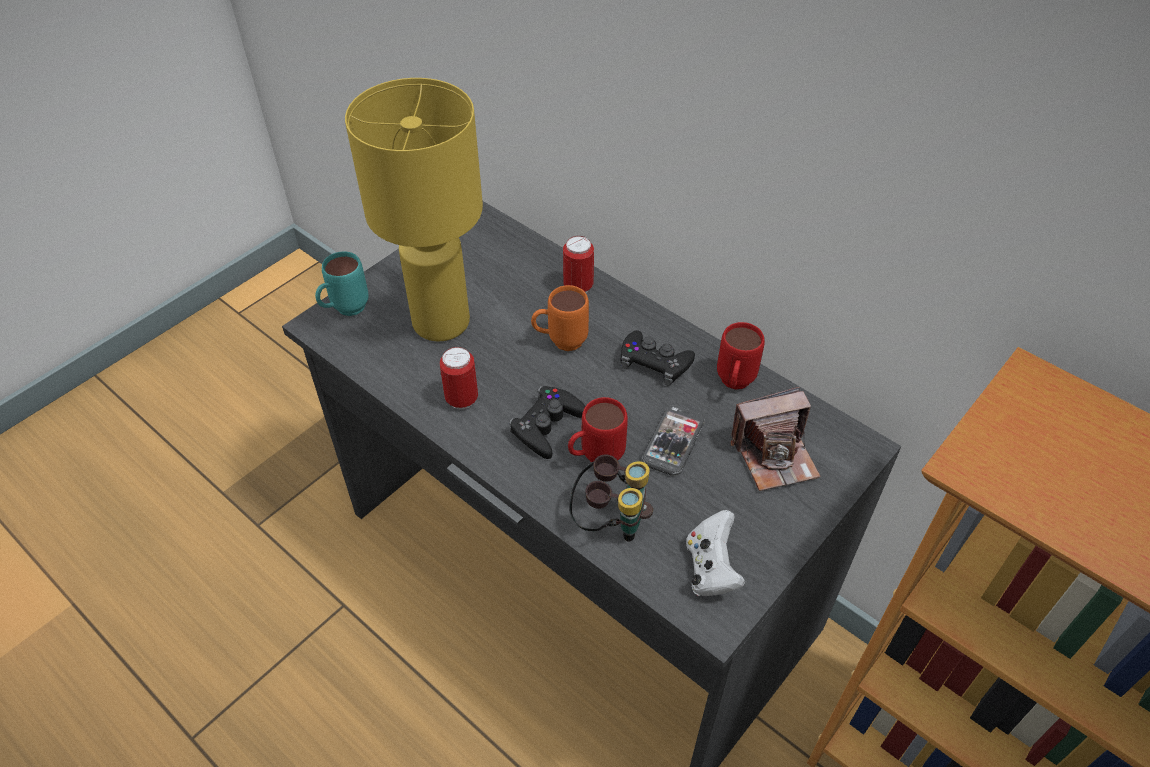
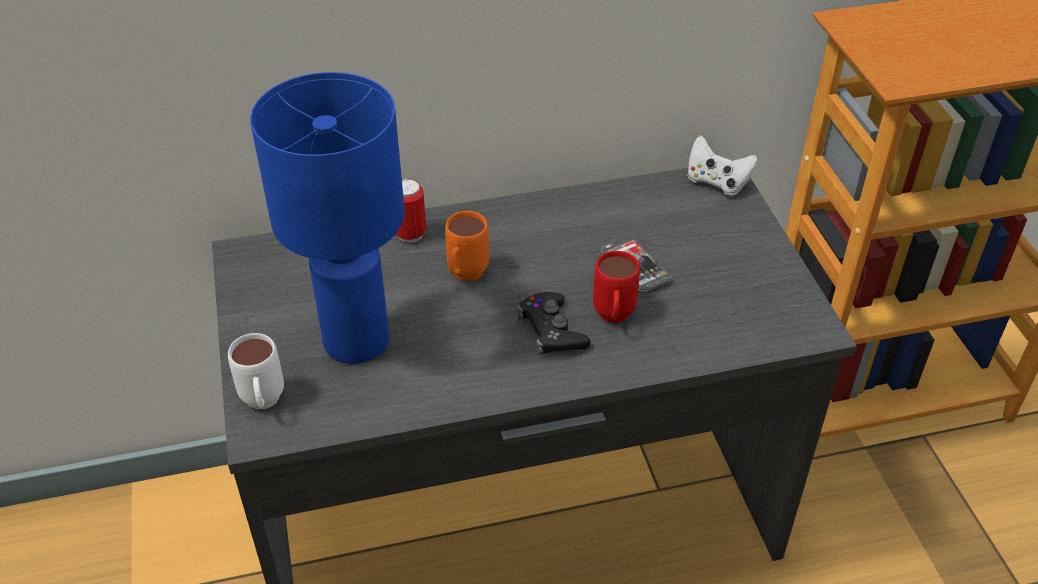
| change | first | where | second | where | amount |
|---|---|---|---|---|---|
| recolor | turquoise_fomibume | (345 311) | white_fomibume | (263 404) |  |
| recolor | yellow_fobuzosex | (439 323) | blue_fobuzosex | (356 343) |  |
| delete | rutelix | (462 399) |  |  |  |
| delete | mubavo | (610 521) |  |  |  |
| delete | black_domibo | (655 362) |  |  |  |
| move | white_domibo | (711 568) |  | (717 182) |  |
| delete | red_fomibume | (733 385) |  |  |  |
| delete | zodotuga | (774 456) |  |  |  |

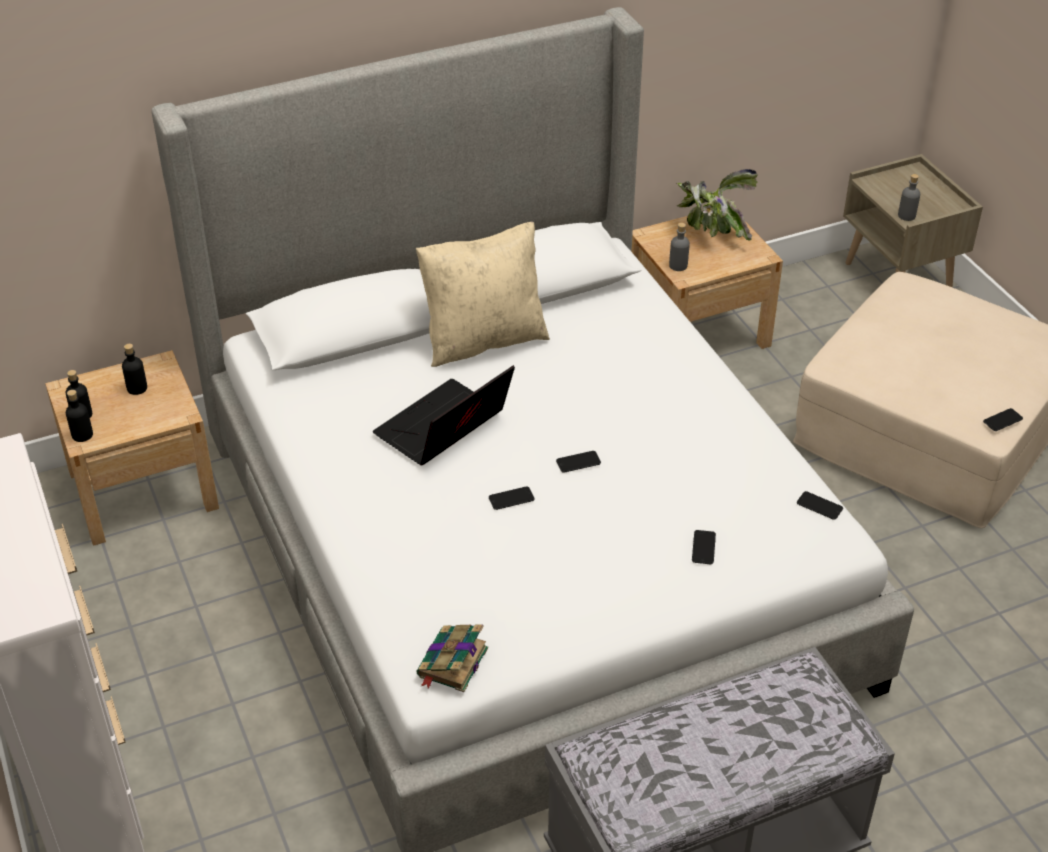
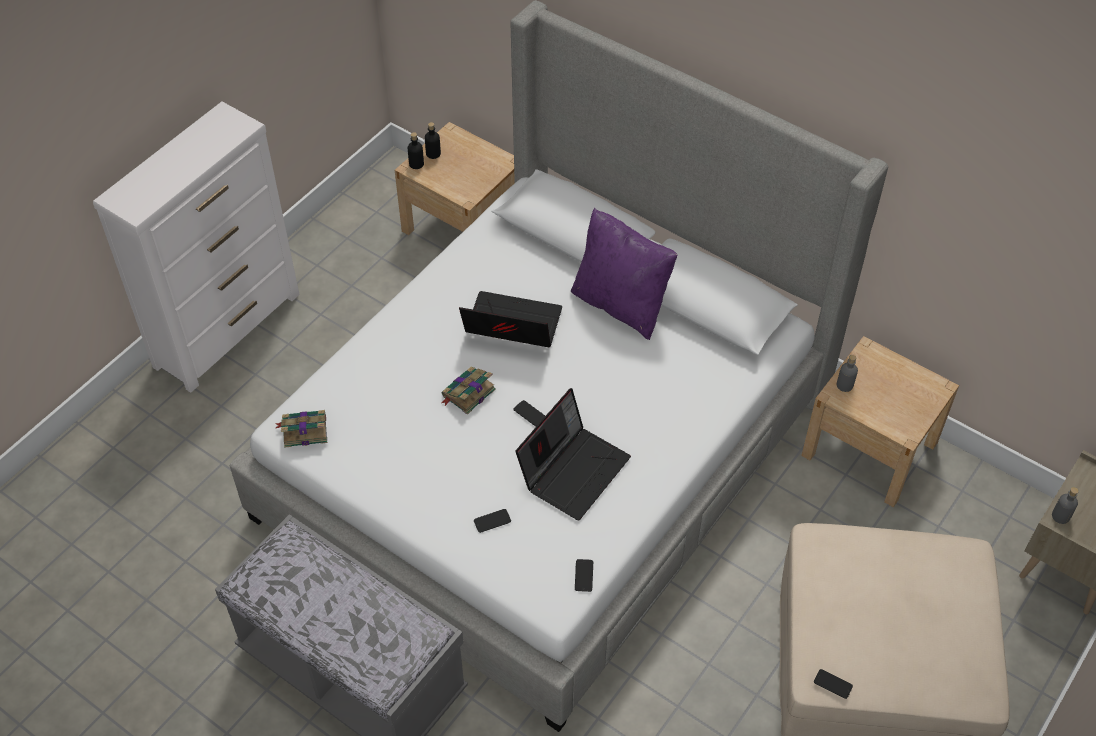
| change | first | where | second | where | amount |
|---|---|---|---|---|---|
| delete | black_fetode | (137 388) |  |  |  |
| recolor | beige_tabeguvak | (483 340) | purple_tabeguvak | (621 304) |  |
| replace | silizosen | (511 499) | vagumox | (467 393) |  |
| delete | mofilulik | (710 232) |  |  |  |
| insert |  |  | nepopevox | (574 469) |  |

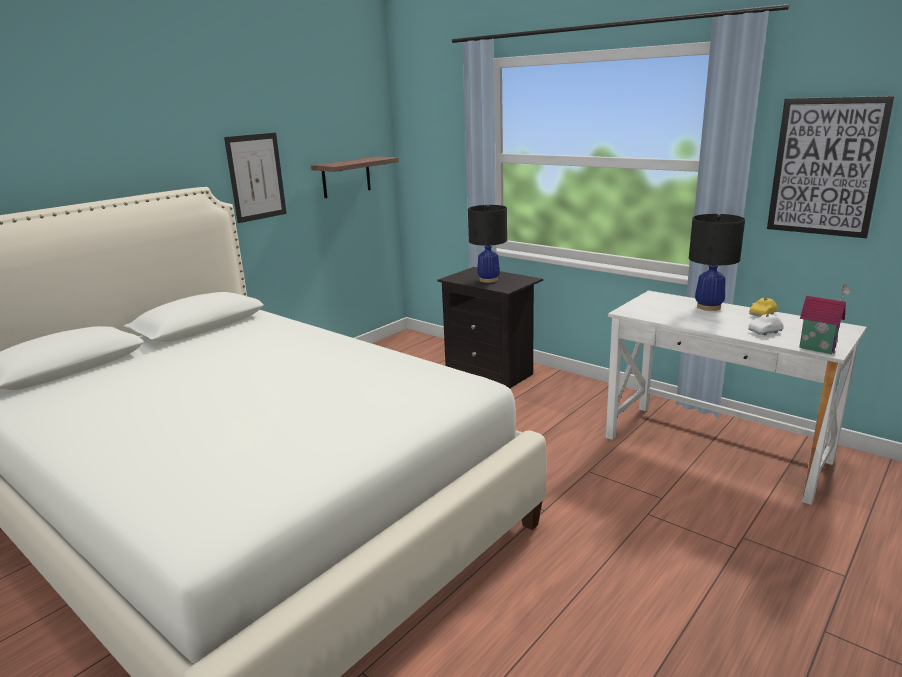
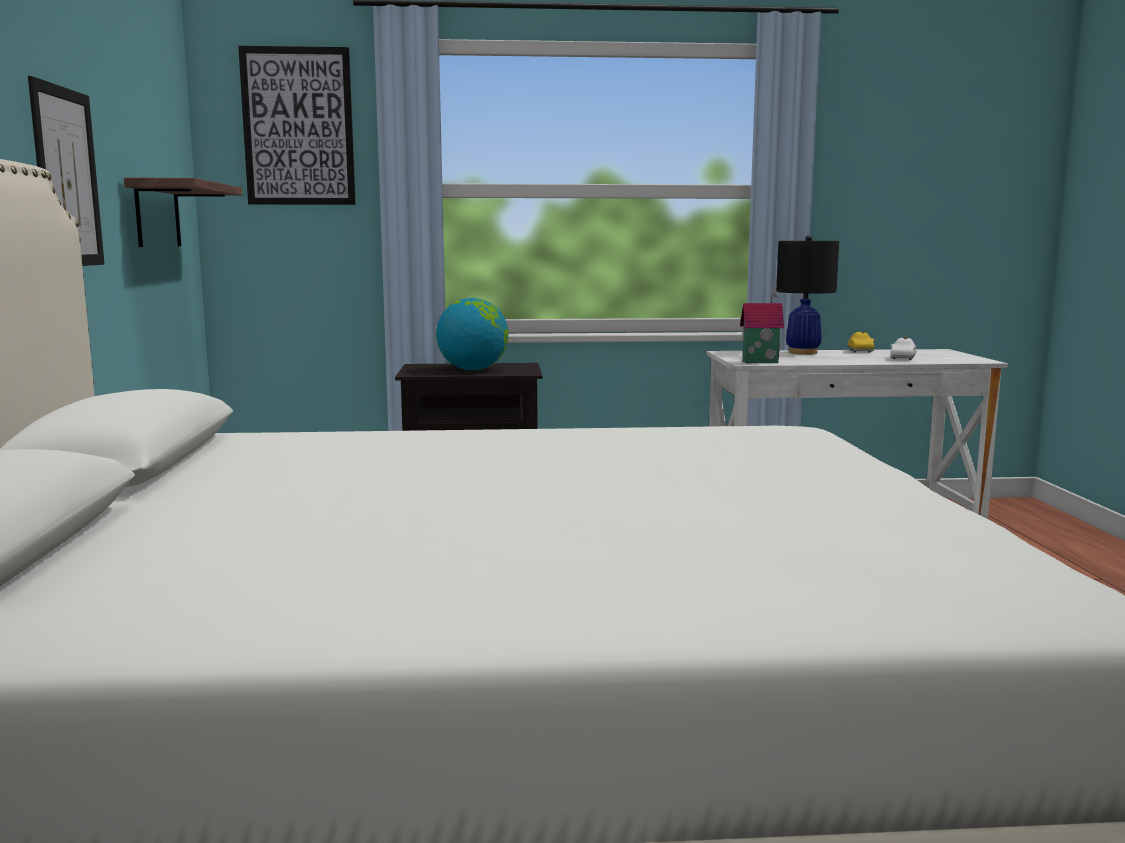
| change | first | where | second | where | amount |
|---|---|---|---|---|---|
| replace | black_fobuzosex | (488 280) | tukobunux | (473 369) |  |
| move | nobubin | (826 167) |  | (298 127) |  |
| move | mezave | (817 348) |  | (760 362) |  |

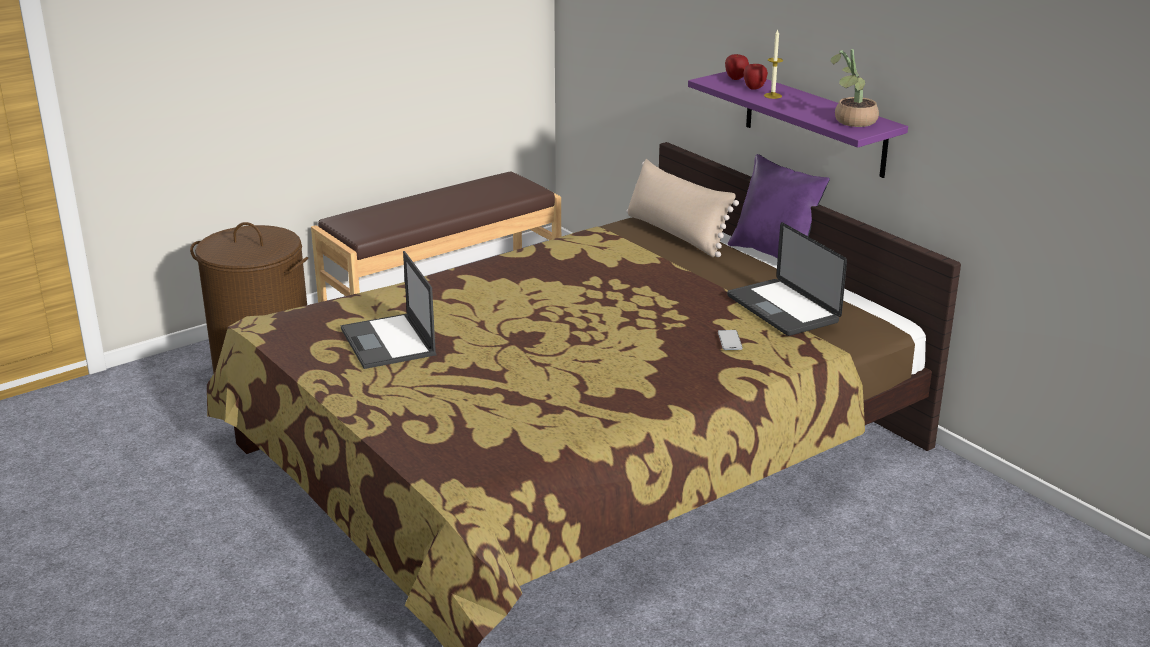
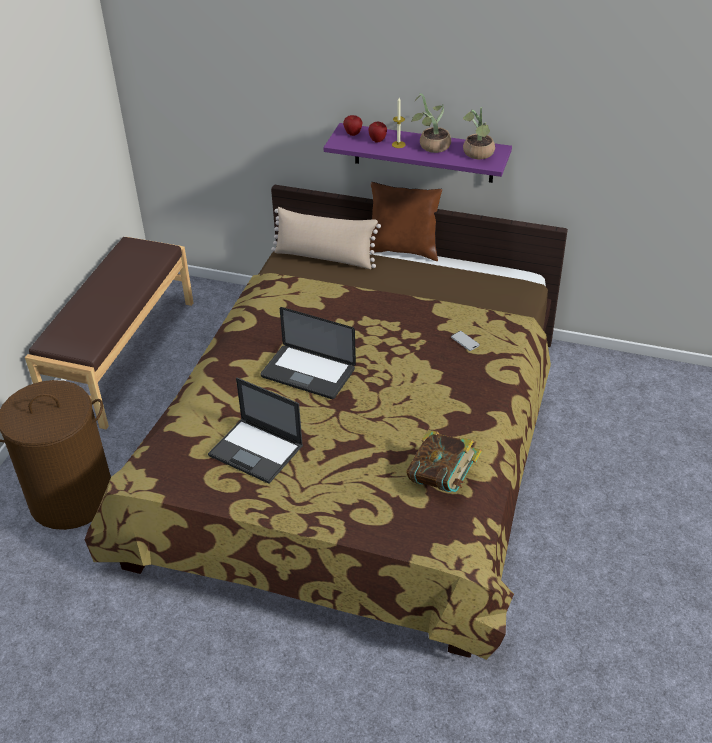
| change | first | where | second | where | amount |
|---|---|---|---|---|---|
| move | nepopevox | (782 309) |  | (308 373) |  |
| recolor | purple_tabeguvak | (775 255) | brown_tabeguvak | (404 250) |  |
| insert |  |  | vagumox | (442 479) |  |
| insert |  |  | mofilulik | (430 146) |  |

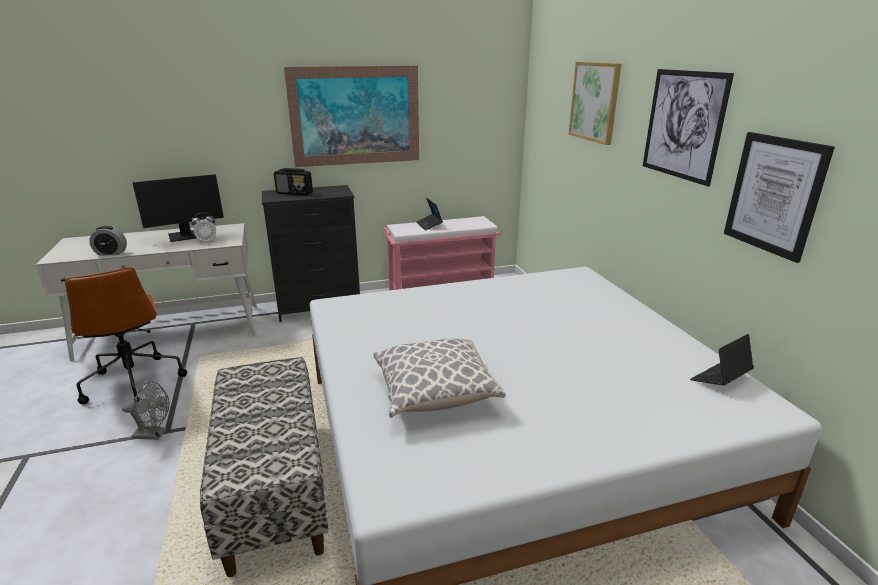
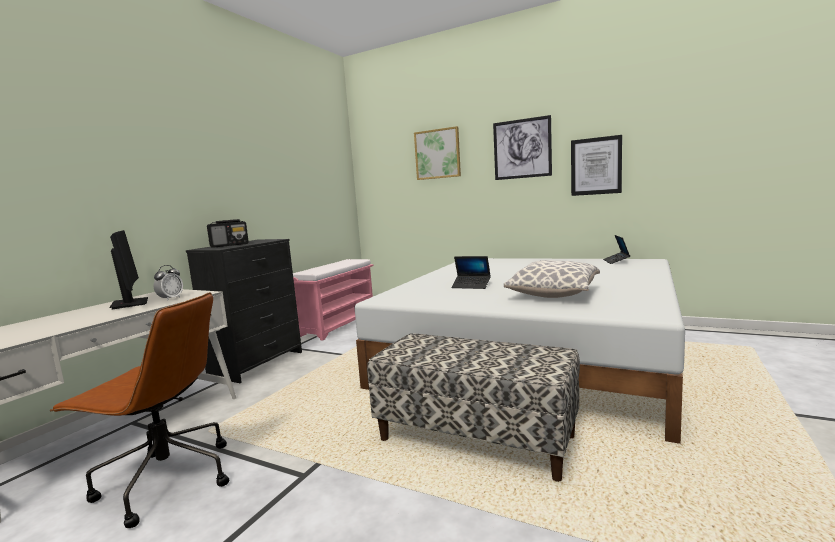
| change | first | where | second | where | amount |
|---|---|---|---|---|---|
| delete | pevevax | (111 253) |  |  |  |
| delete | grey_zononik | (154 434) |  |  |  |
| rotate | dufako | (186 236) |  | (130 303) | 45 degrees counterclockwise |
| delete | nobubin | (355 116) |  |  |  |
| move | nepopevox | (429 225) |  | (471 286) |  |

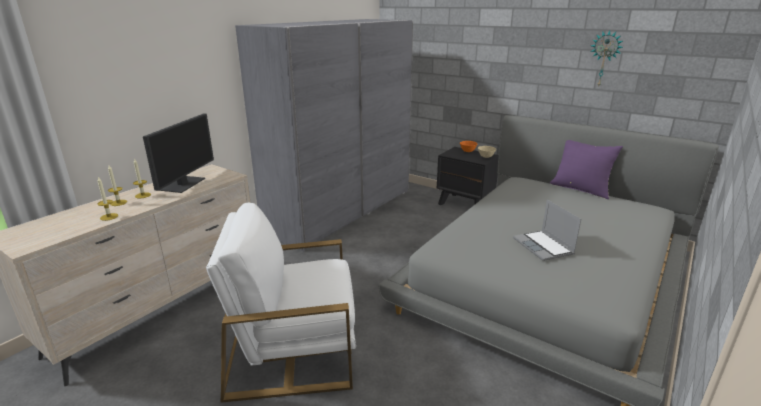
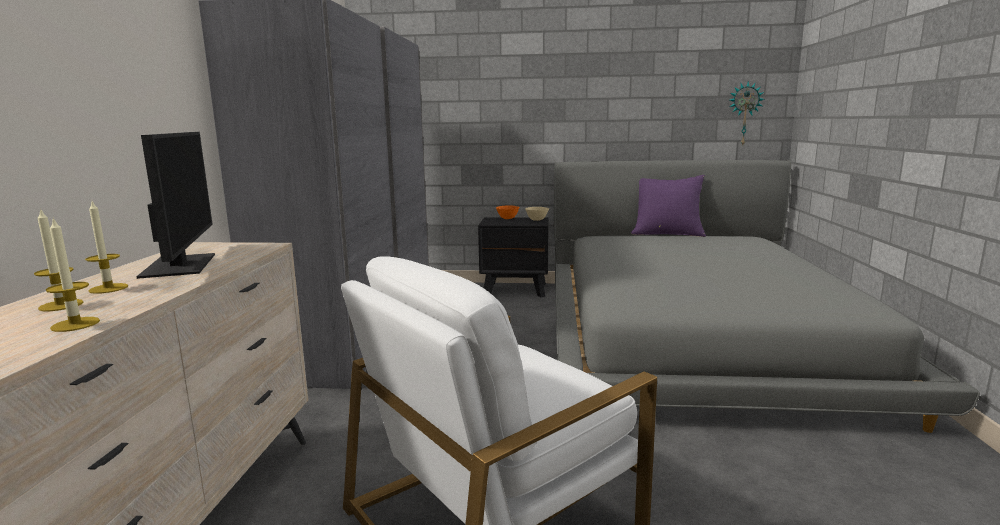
| change | first | where | second | where | amount |
|---|---|---|---|---|---|
| delete | nepopevox | (544 247) |  |  |  |
| move | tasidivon | (604 59) |  | (744 114) |  |

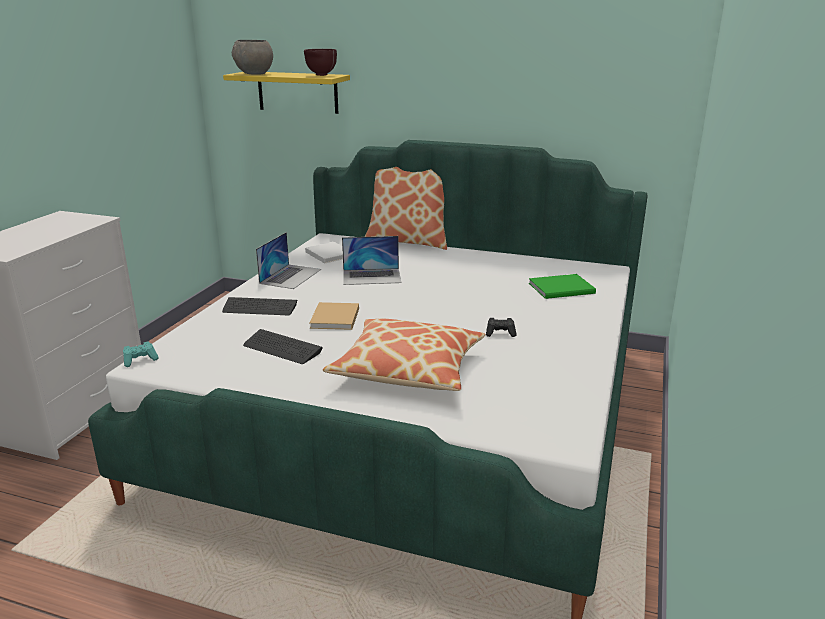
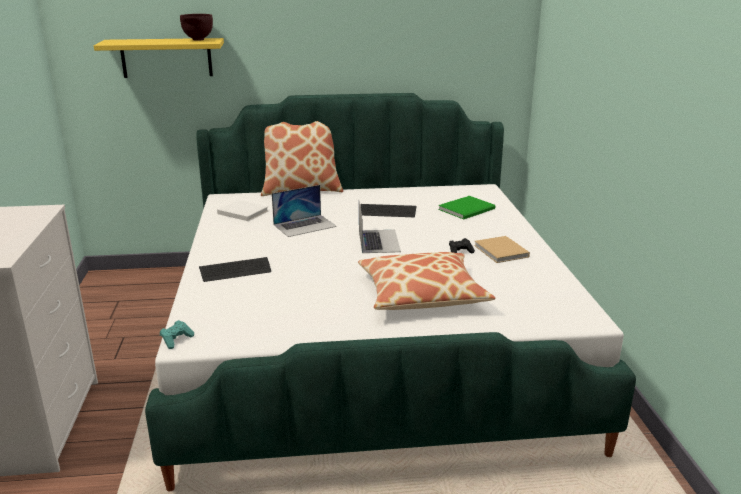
| change | first | where | second | where | amount |
|---|---|---|---|---|---|
| delete | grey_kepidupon | (254 73) |  |  |  |
| move | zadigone | (282 348) |  | (387 212) |  |
| move | nepopevox | (290 276) |  | (378 241) |  |
| move | beige_vagumox | (334 319) |  | (502 252) |  |

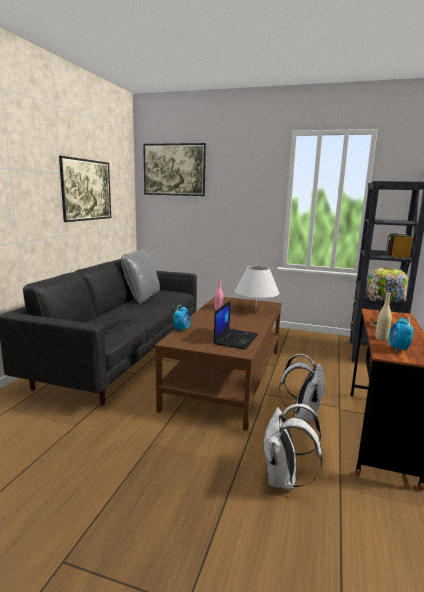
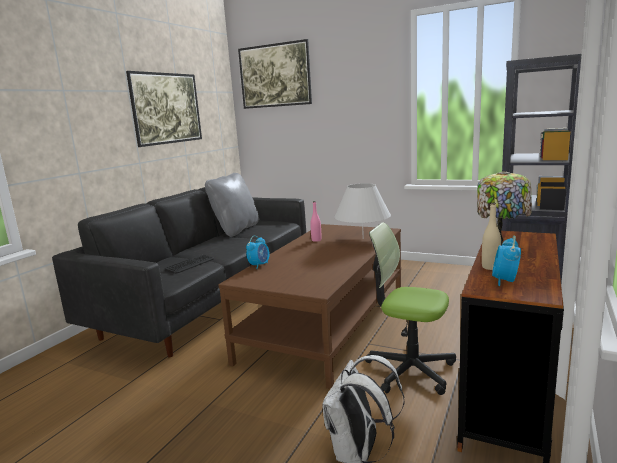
| change | first | where | second | where | amount |
|---|---|---|---|---|---|
| delete | nepopevox | (235 339) |  |  |  |
| replace | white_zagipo | (303 414) | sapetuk | (410 370) |  |

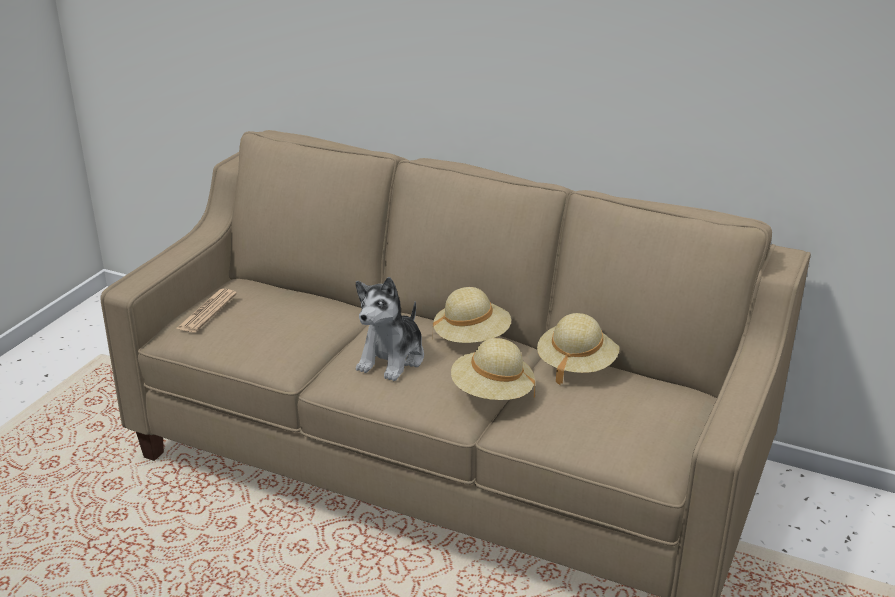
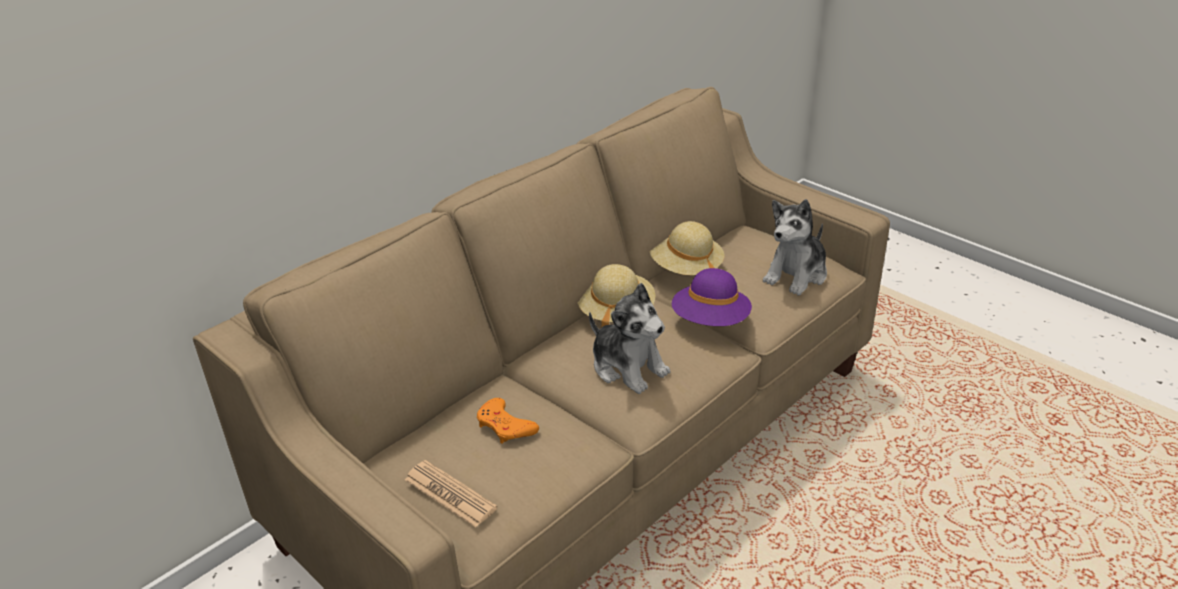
| change | first | where | second | where | amount |
|---|---|---|---|---|---|
| recolor | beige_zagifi | (492 393) | purple_zagifi | (710 321) |  |
| insert |  |  | orange_domibo | (505 426) |  |
| insert |  |  | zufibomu | (796 275) |  |

